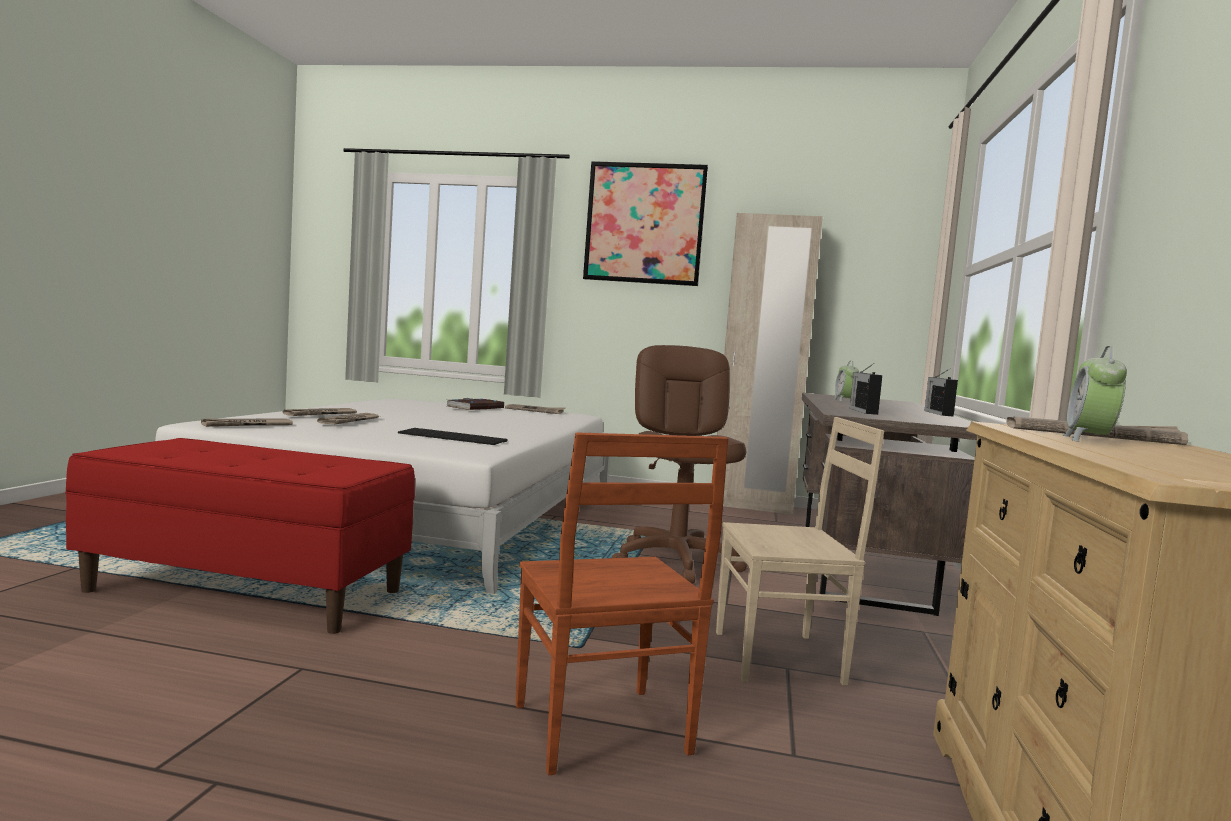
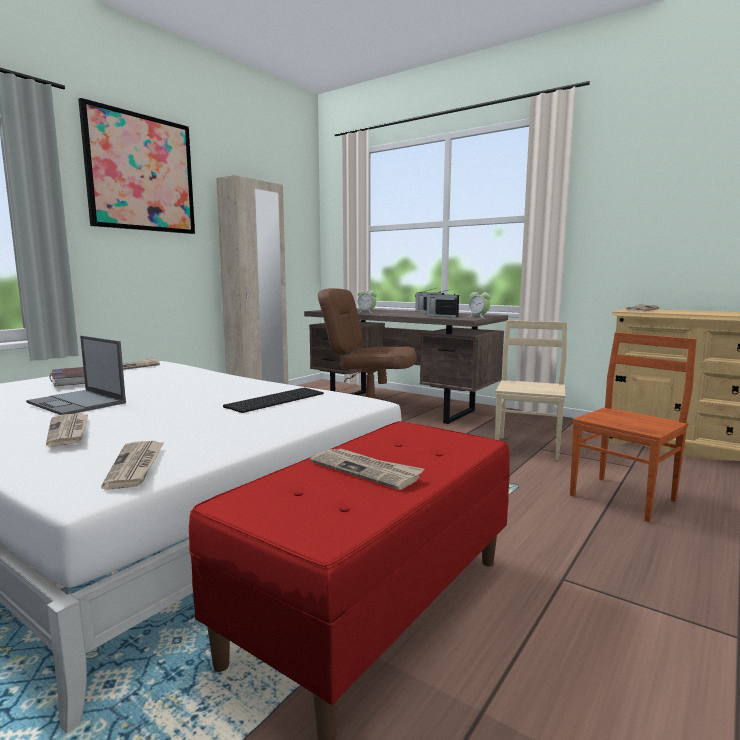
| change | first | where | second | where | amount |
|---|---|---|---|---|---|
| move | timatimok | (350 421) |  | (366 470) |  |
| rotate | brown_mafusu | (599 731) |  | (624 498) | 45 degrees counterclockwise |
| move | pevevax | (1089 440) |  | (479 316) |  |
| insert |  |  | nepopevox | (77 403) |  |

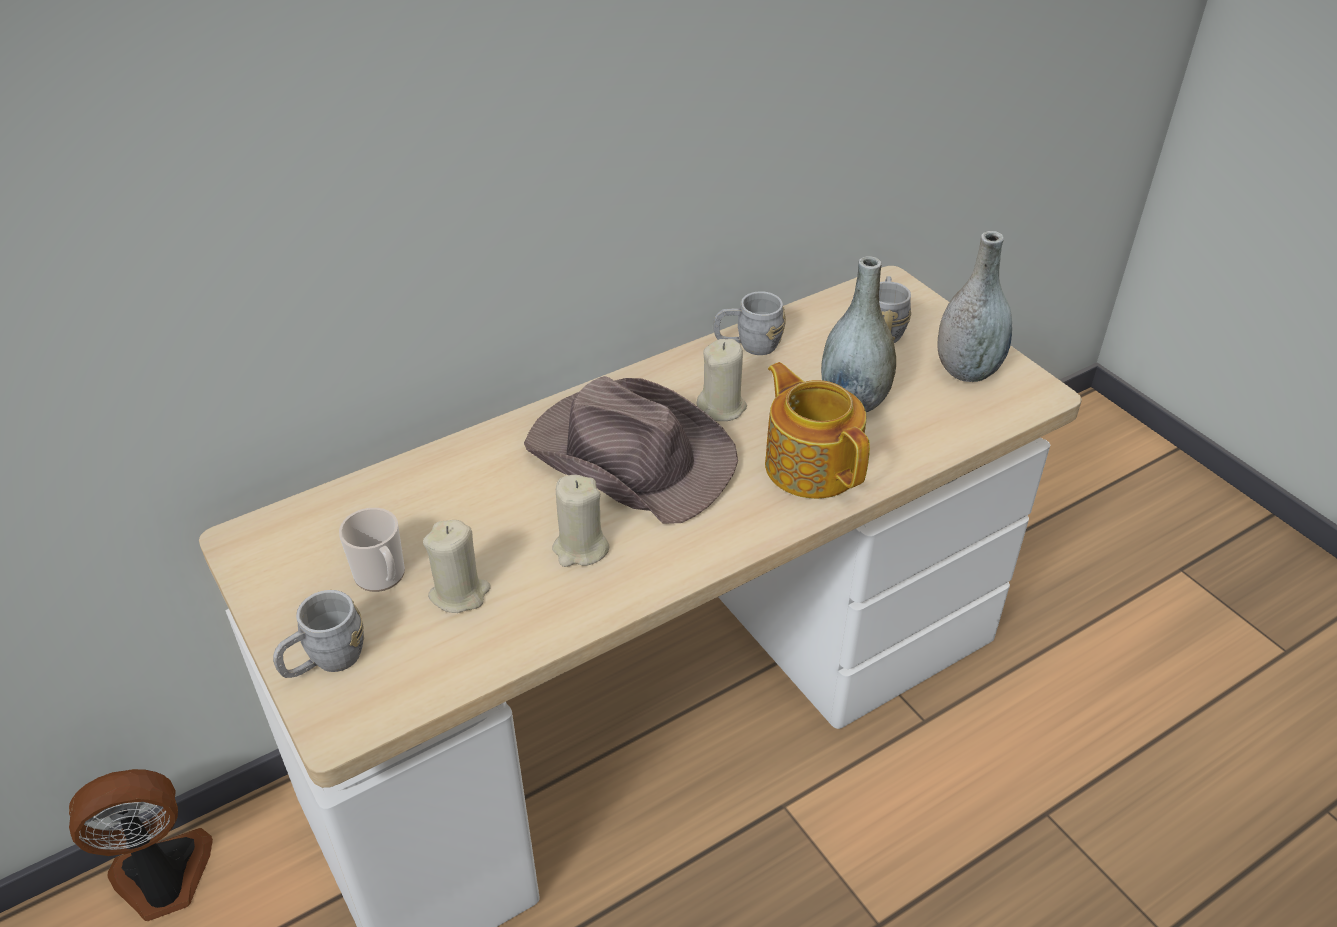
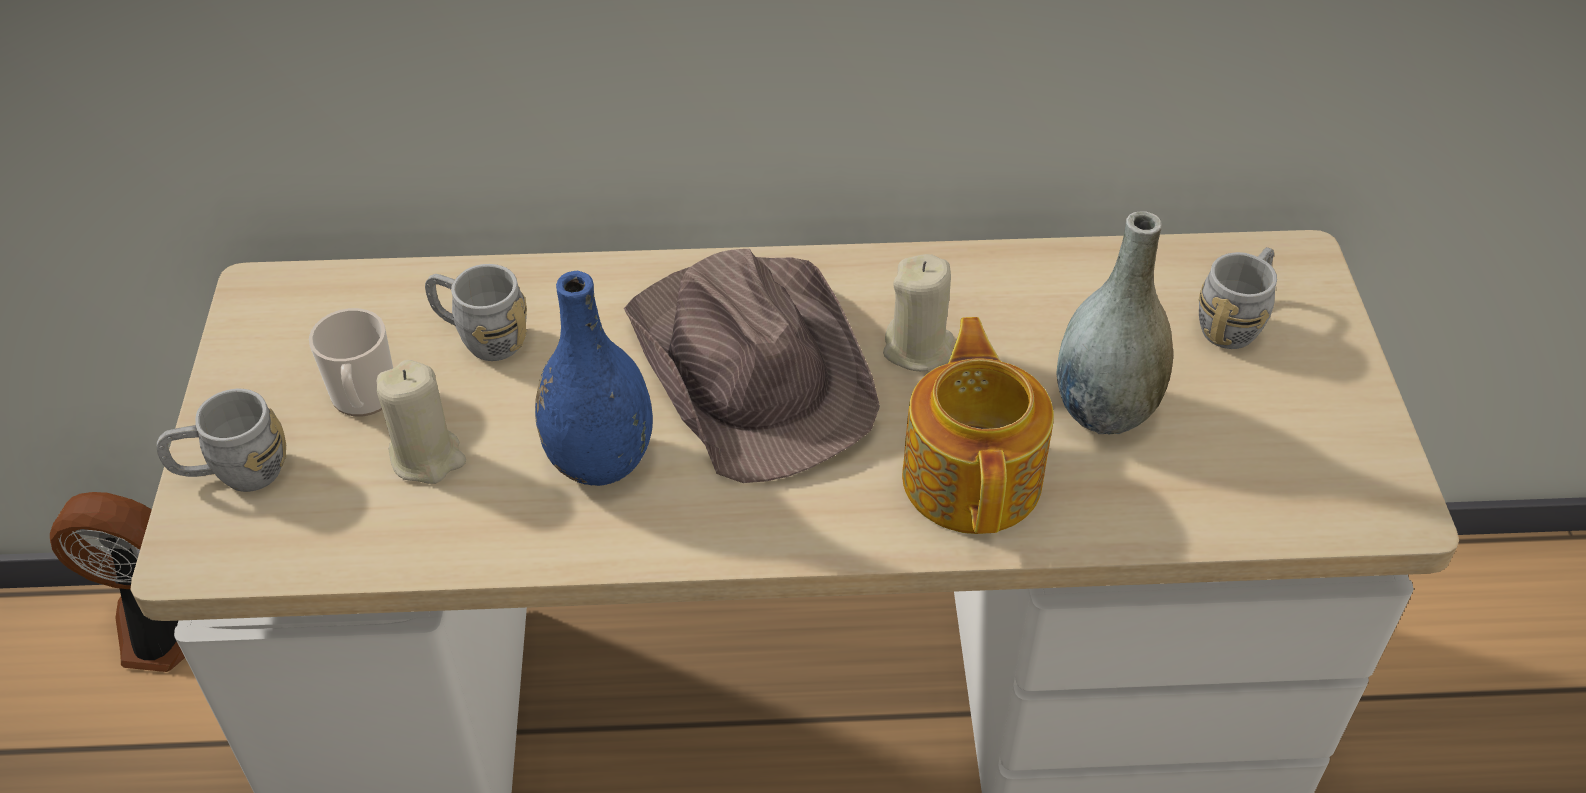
| change | first | where | second | where | amount |
|---|---|---|---|---|---|
| replace | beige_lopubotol | (580 548) | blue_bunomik | (600 462) |  |
| move | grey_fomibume | (748 345) |  | (481 337) |  |
| delete | grey_bunomik | (967 371) |  |  |  |

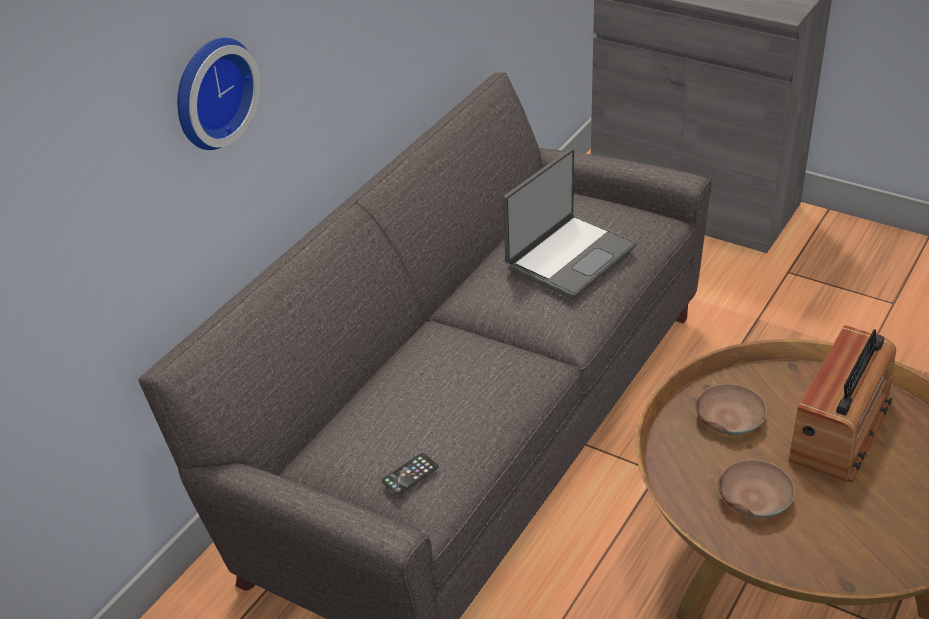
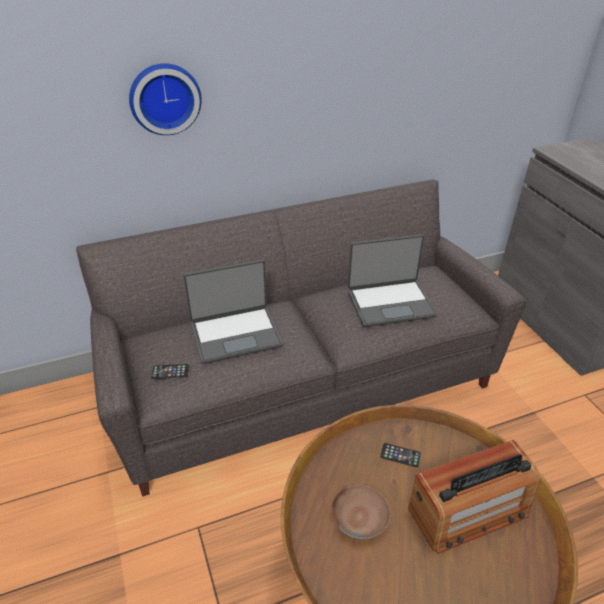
| change | first | where | second | where | amount |
|---|---|---|---|---|---|
| replace | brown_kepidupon | (728 418) | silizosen | (400 455) |  |
| insert |  |  | nepopevox | (235 334) |  |

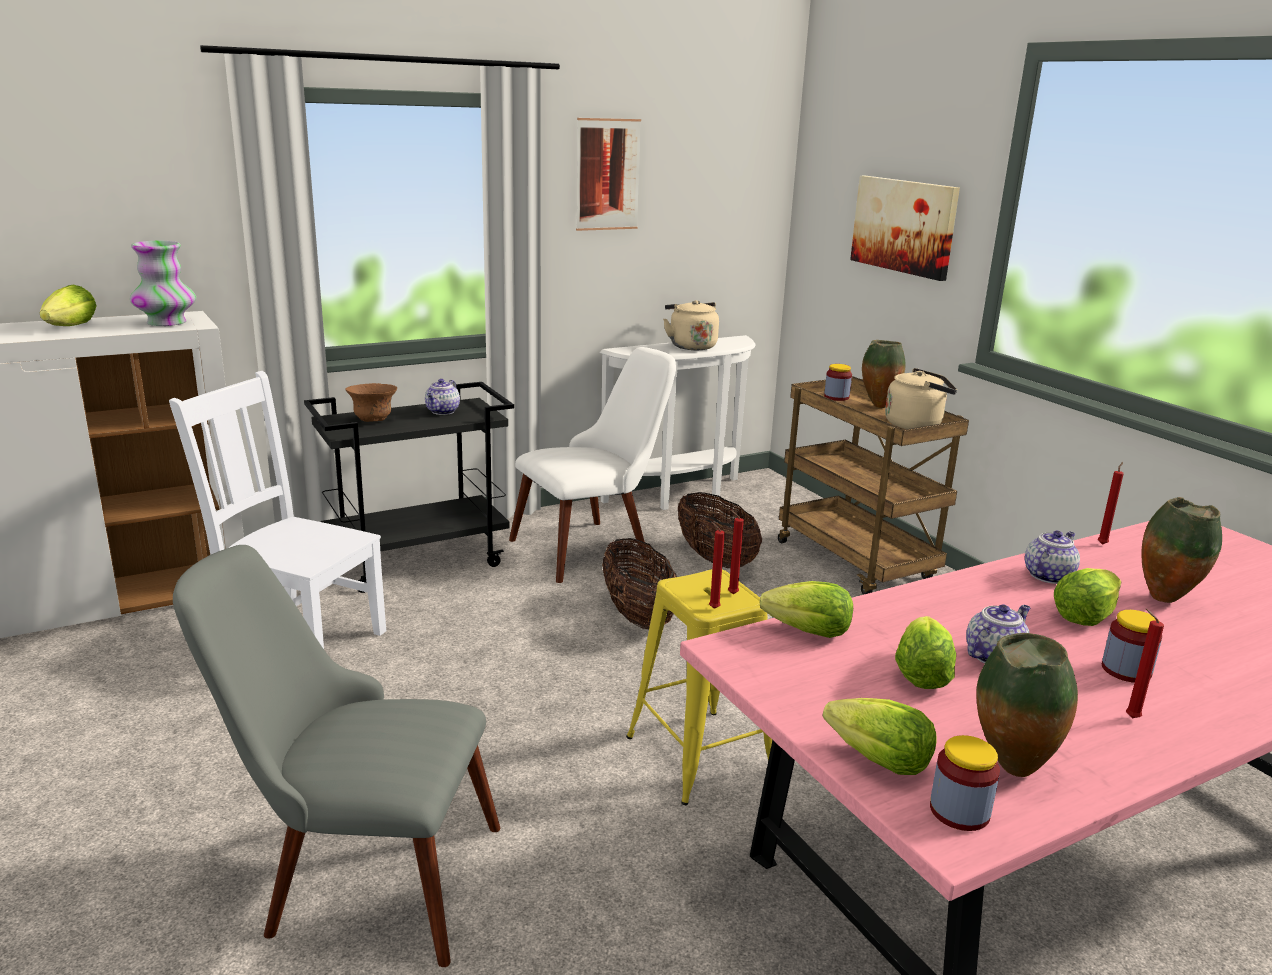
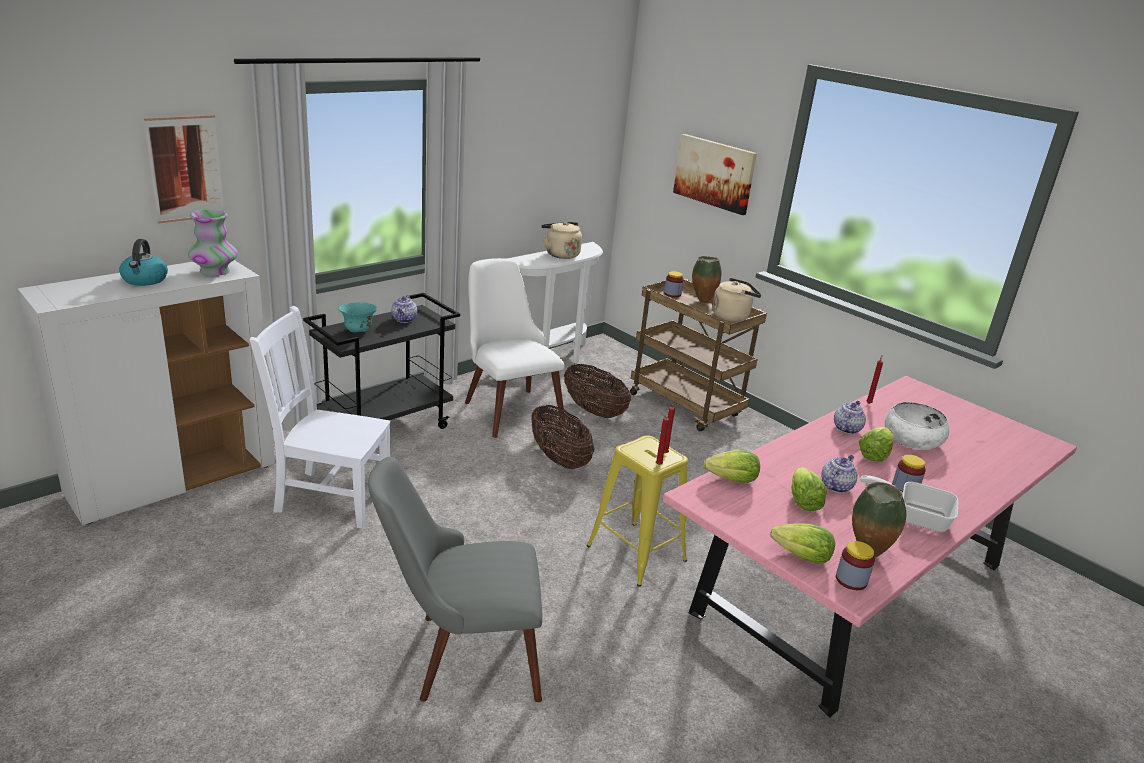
| change | first | where | second | where | amount |
|---|---|---|---|---|---|
| replace | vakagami | (71 327) | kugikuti | (145 280) |  |
| recolor | brown_kepidupon | (373 420) | turquoise_kepidupon | (358 331) |  |
| rotate | white_mafusu | (594 546) |  | (507 406) | 75 degrees counterclockwise |
| move | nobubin | (607 175) |  | (185 169) |  |
| replace | red_lopubotol | (1129 717) | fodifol | (914 516) |  |
| replace | bunomik | (1165 599) | white_kepidupon | (912 439) |  |

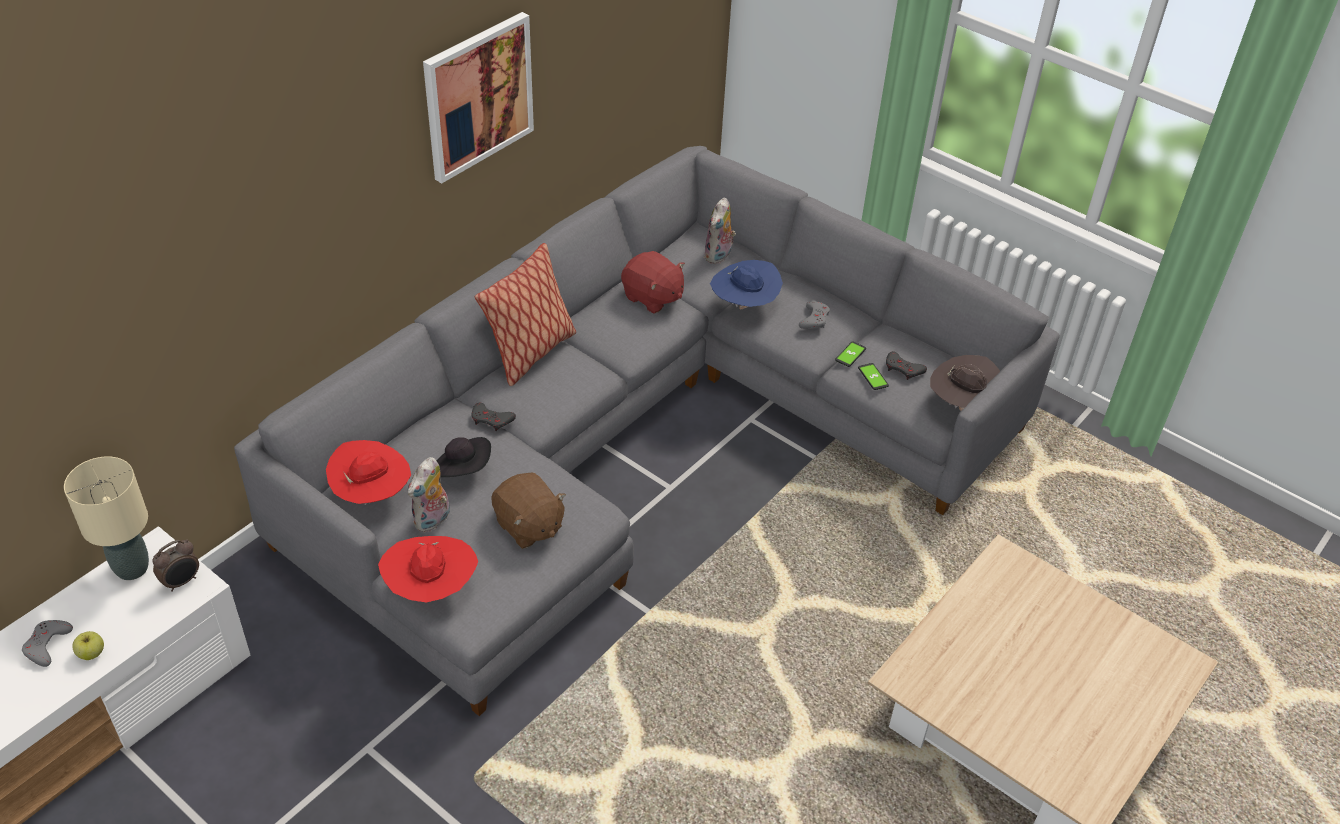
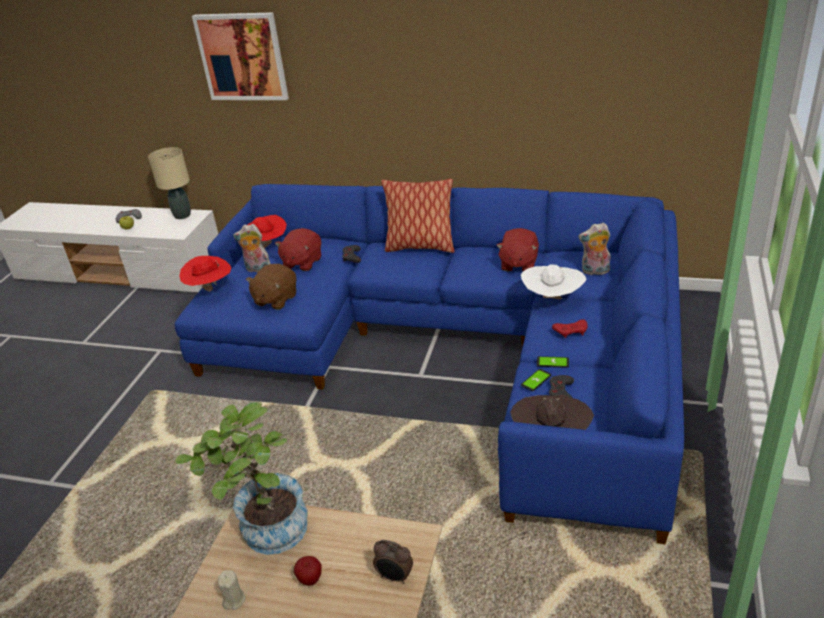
| change | first | where | second | where | amount |
|---|---|---|---|---|---|
| move | pevevax | (182 582) |  | (395 577) |  |
| recolor | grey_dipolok | (640 437) | blue_dipolok | (455 347) |  |
| move | nobubin | (478 96) |  | (242 57) |  |
| replace | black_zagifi | (462 470) | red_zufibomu | (302 262) |  |
| recolor | blue_zagifi | (744 306) | white_zagifi | (552 299) |  |
| recolor | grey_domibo | (814 319) | red_domibo | (571 331) |  |
| insert |  |  | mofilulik | (266 532) |  |
| insert |  |  | beige_lopubotol | (234 600) |  |
| insert |  |  | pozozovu | (310 580) |  |

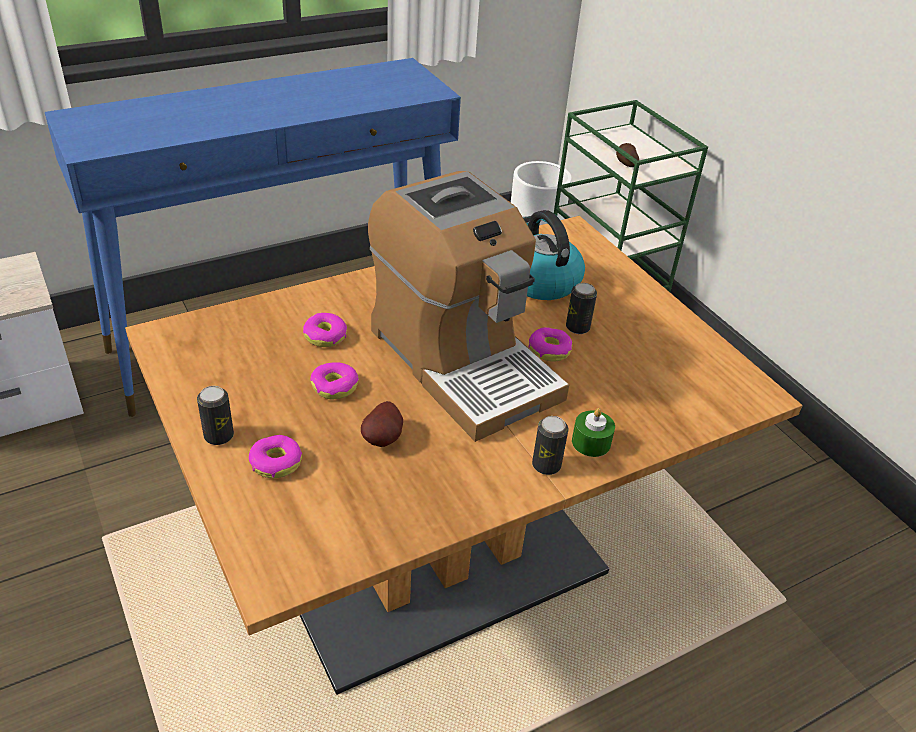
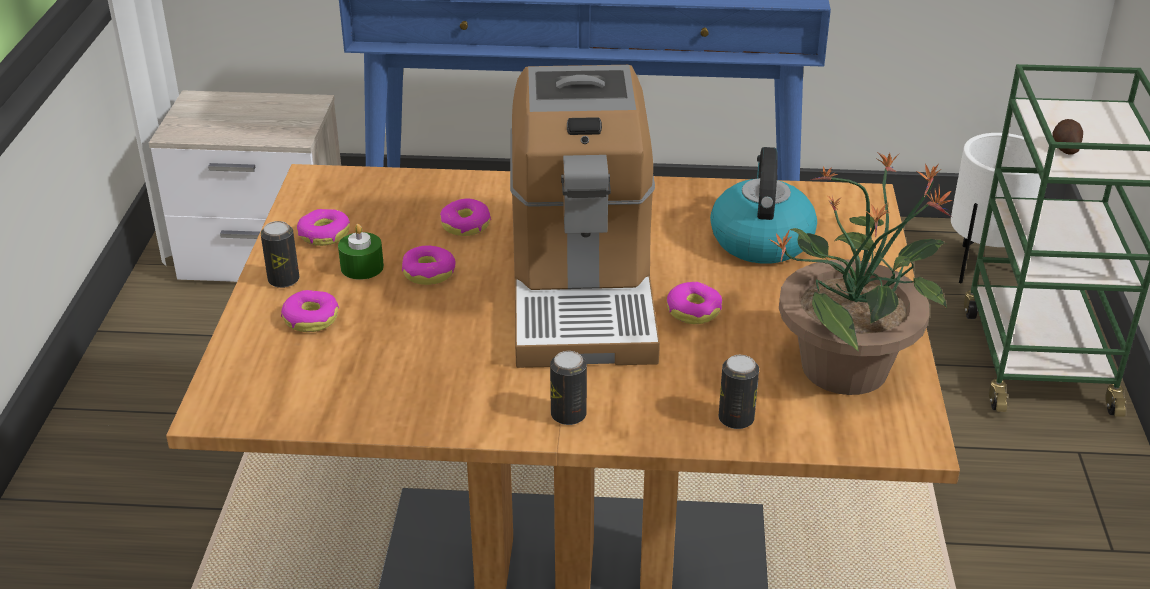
| change | first | where | second | where | amount |
|---|---|---|---|---|---|
| delete | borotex | (384 439) |  |  |  |
| move | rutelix | (577 327) |  | (736 419) |  |
| move | green_lopubotol | (591 442) |  | (362 267) |  |
| insert |  |  | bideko | (324 234) |  |
| insert |  |  | mofilulik | (847 367) |  |

